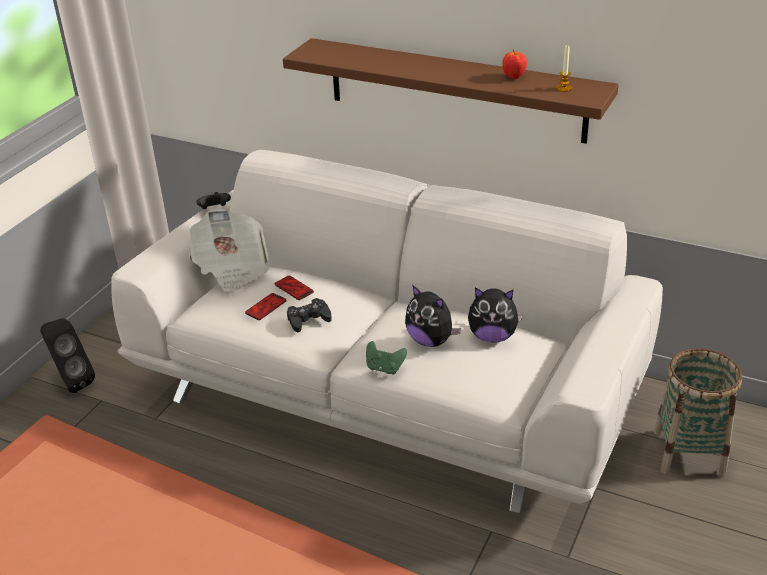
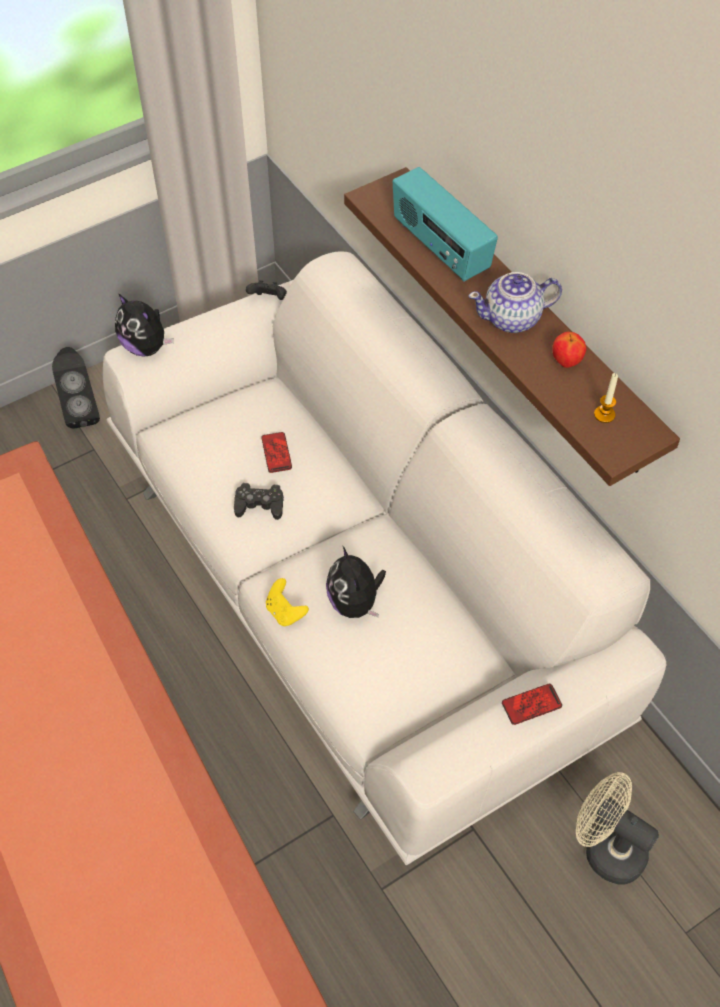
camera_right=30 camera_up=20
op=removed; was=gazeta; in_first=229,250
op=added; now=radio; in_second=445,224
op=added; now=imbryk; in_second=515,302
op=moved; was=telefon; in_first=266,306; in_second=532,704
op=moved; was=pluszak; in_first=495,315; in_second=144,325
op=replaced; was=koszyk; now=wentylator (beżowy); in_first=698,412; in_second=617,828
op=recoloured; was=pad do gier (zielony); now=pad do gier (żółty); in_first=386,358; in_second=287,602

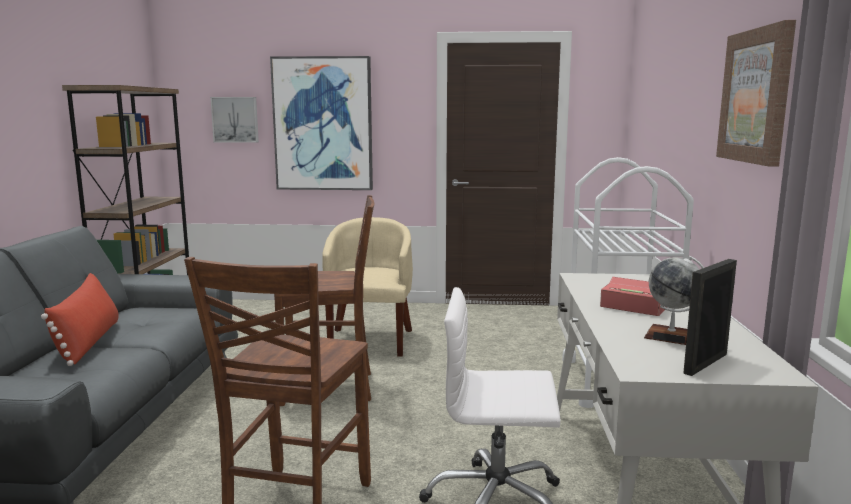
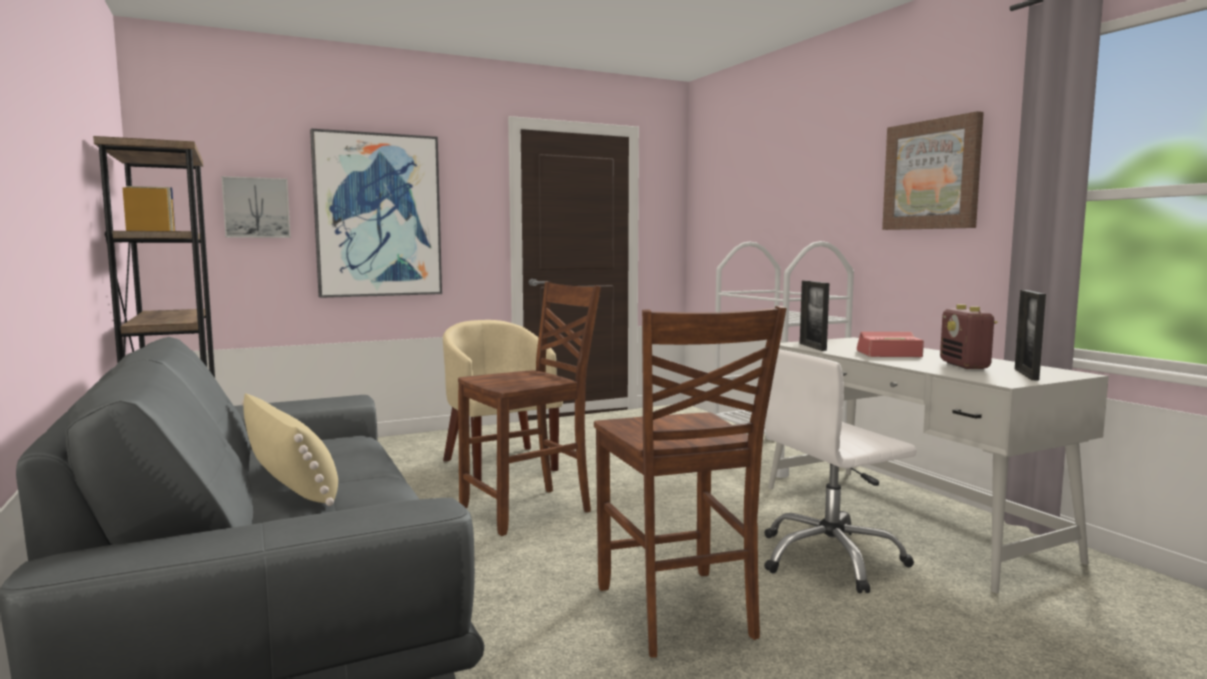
camera_right=-30 camera_up=-5
op=added; now=ramka na zdjęcie; in_second=814,316
op=replaced; was=globus; now=radio; in_first=674,300; in_second=969,336
op=recoloured; was=poduszka (czerwony); now=poduszka (beżowy); in_first=80,319; in_second=289,449

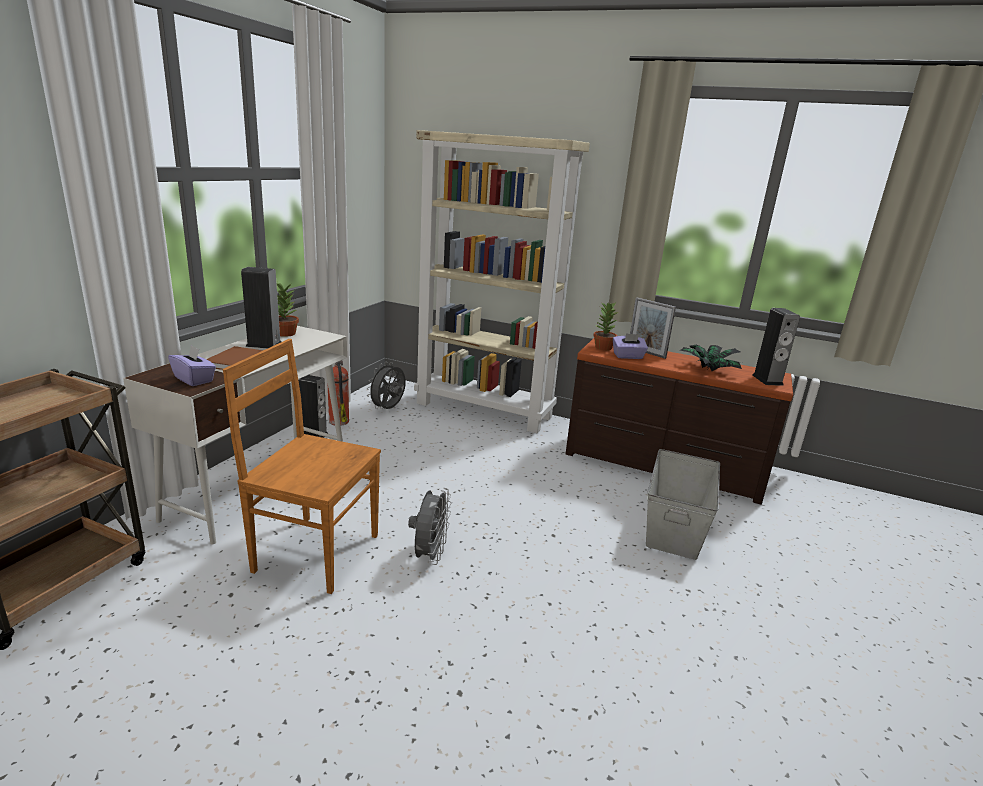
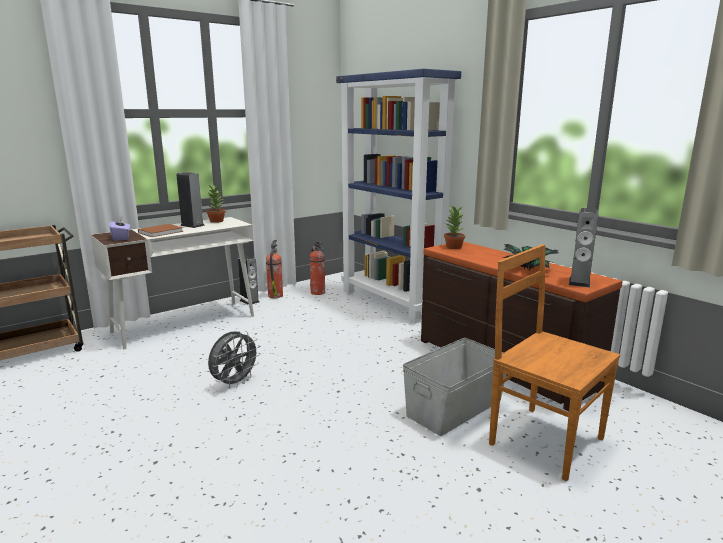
camera_right=30 camera_up=-5
op=removed; was=pudełko chusteczek (fioletowy); in_first=630,346
op=removed; was=ramka na zdjęcie; in_first=653,328
op=moved; was=krzesło (brązowy); in_first=302,466; in_second=554,362
op=replaced; was=wentylator (szary); now=gaśnica; in_first=386,385; in_second=317,268
op=recoloured; was=regał (beżowy); now=regał (niebieski); in_first=502,281; in_second=398,196

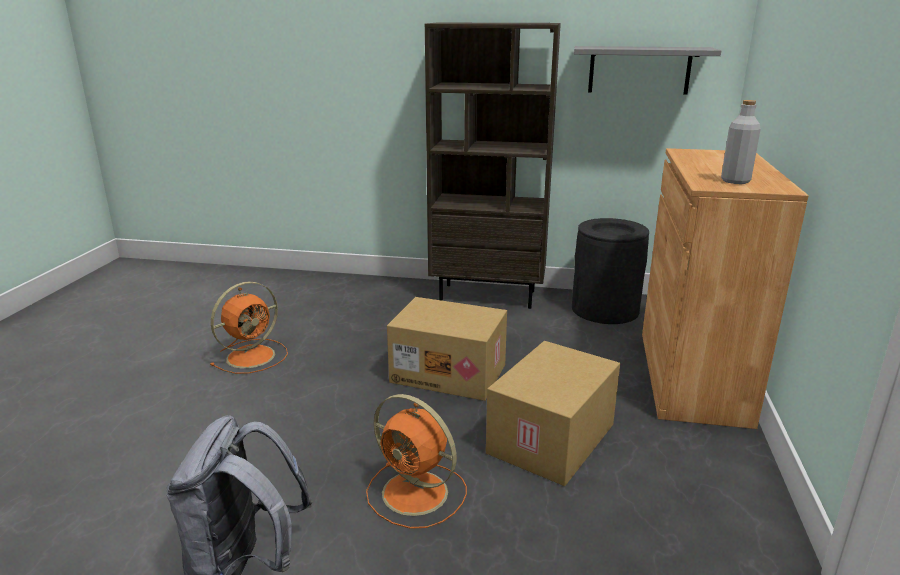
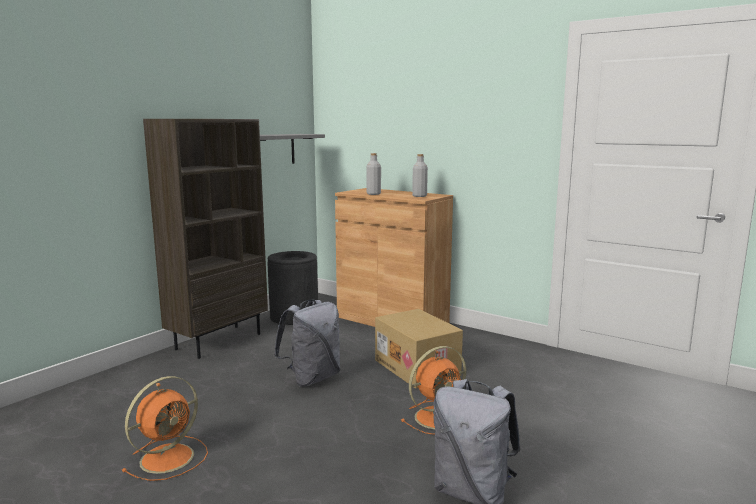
camera_right=-65 camera_up=-10
op=added; now=butelka (szary); in_second=373,174
op=replaced; was=karton; now=plecak (szary); in_first=447,349; in_second=306,343
op=turned; was=wentylator (pomarańczowy); in_first=249,327; in_second=164,428; clockwise=60

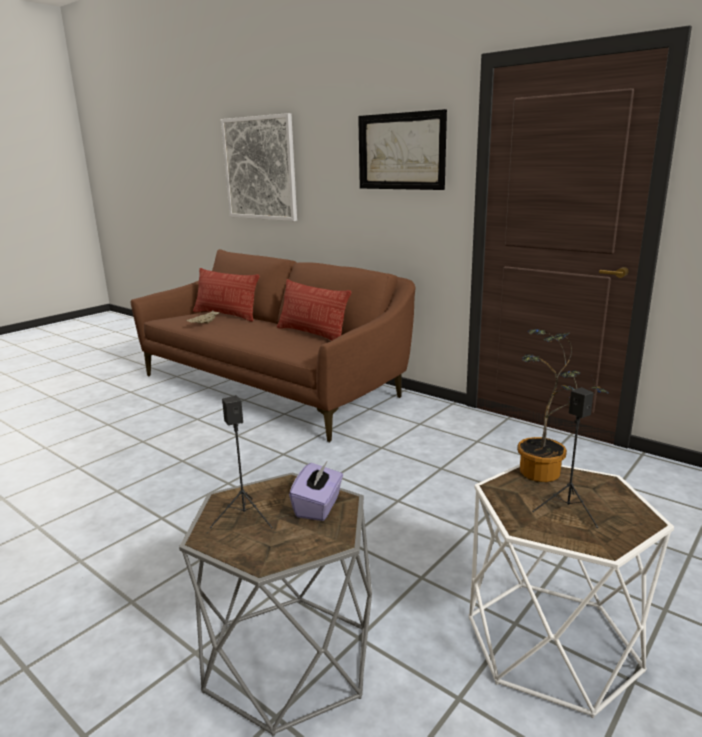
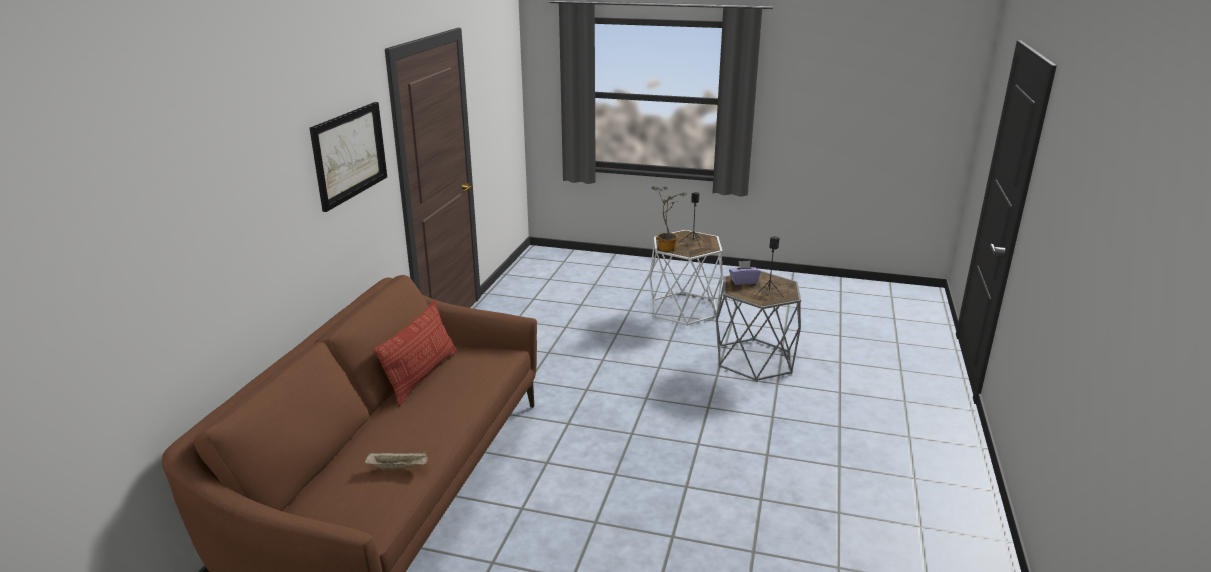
camera_right=-115 camera_up=5
op=removed; was=poduszka; in_first=226,294
op=removed; was=obraz; in_first=259,167

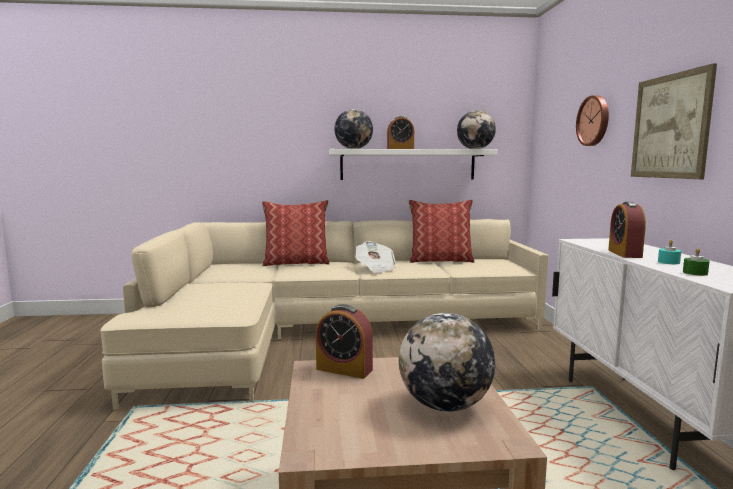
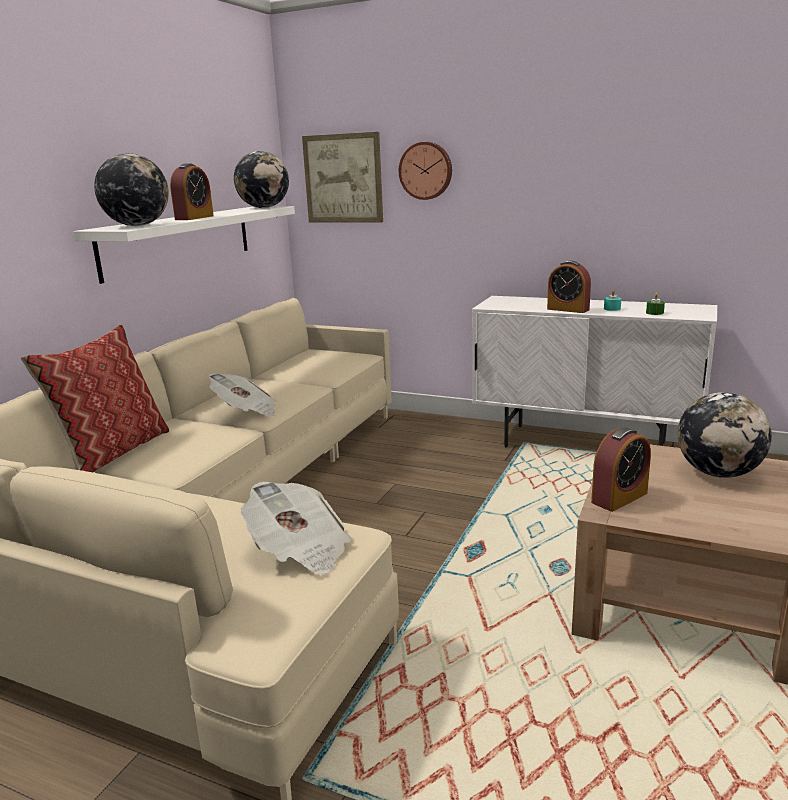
camera_right=-60 camera_up=10
op=removed; was=poduszka; in_first=441,231
op=added; now=gazeta; in_second=296,528
op=moved; was=obraz; in_first=674,121; in_second=342,177

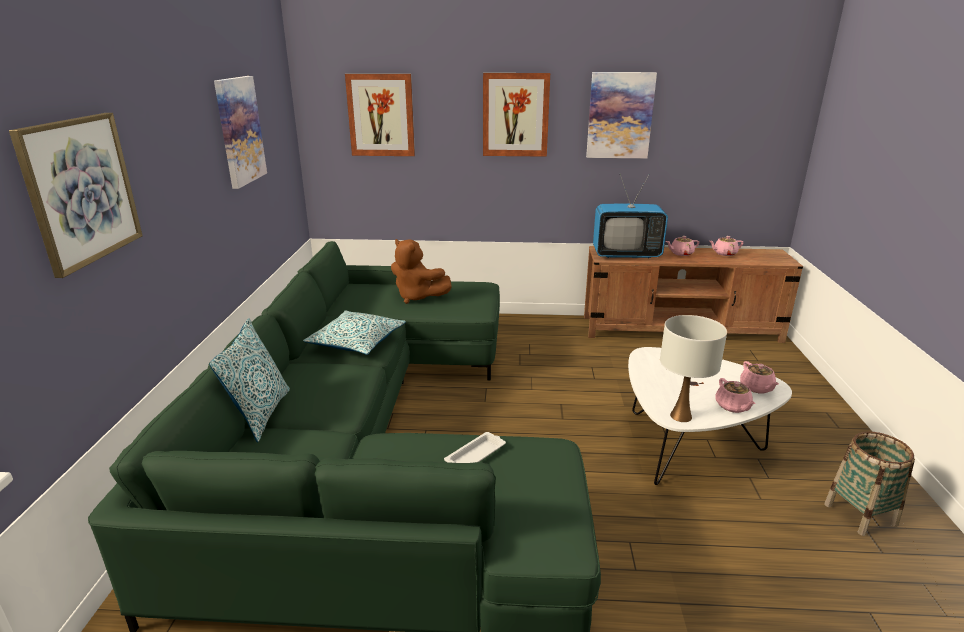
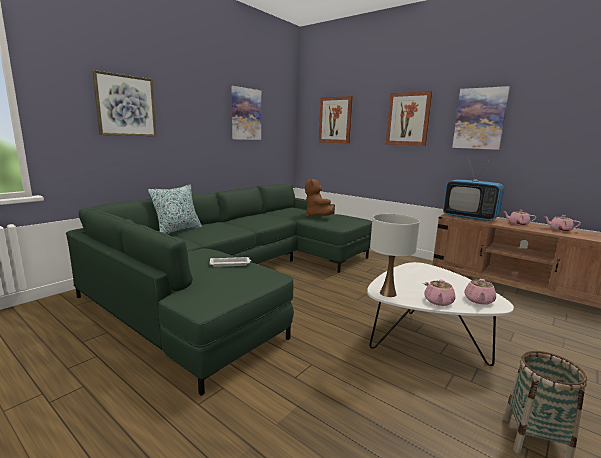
camera_right=35 camera_up=-10
op=removed; was=poduszka; in_first=354,332

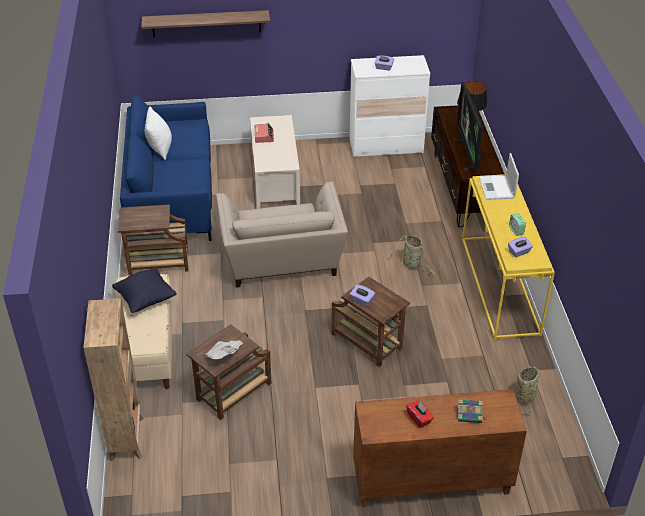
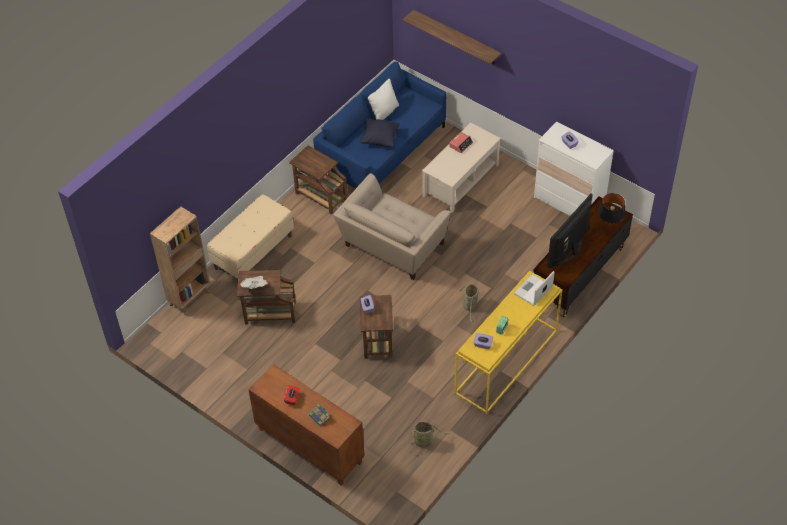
camera_right=45 camera_up=10
op=moved; was=poduszka (czarny); in_first=144,290; in_second=380,133

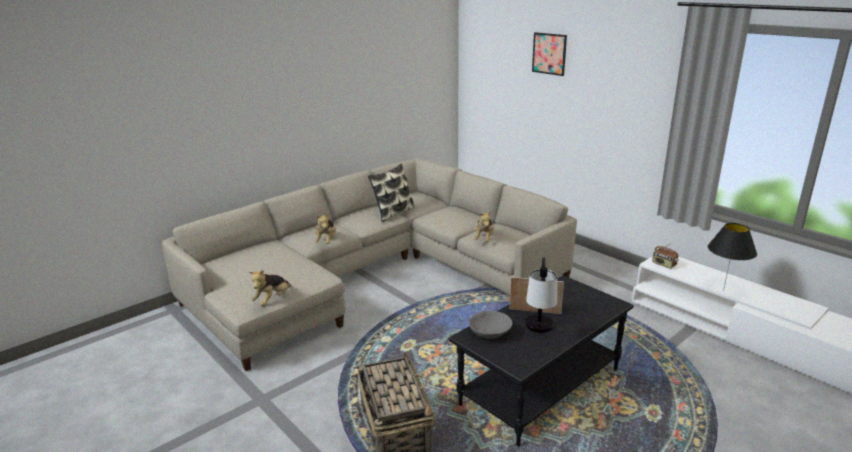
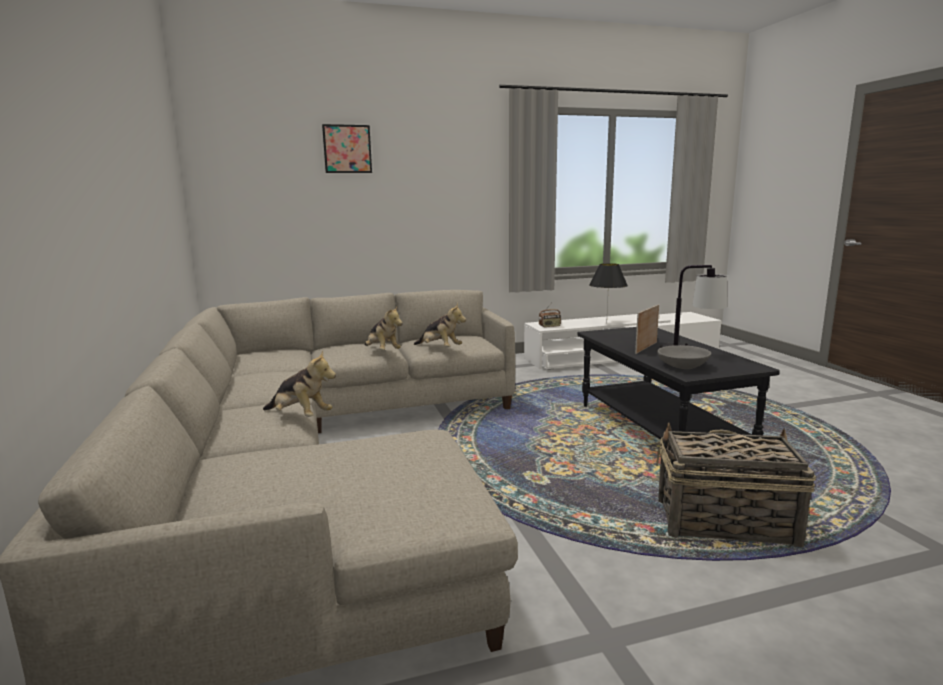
camera_right=-65 camera_up=-10
op=removed; was=poduszka; in_first=391,192
op=moved; was=pluszak; in_first=270,288; in_second=384,328

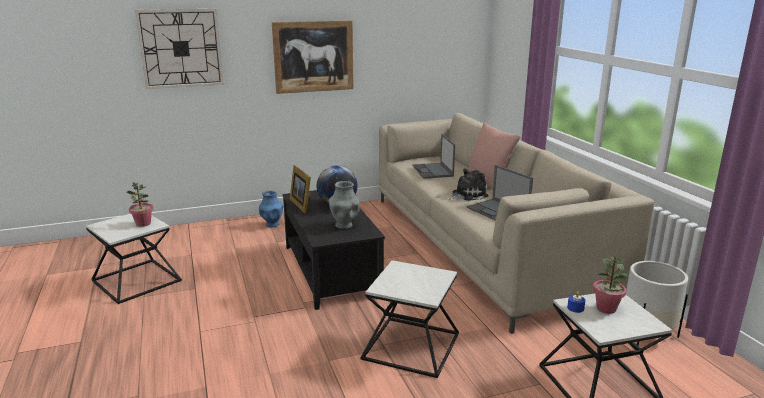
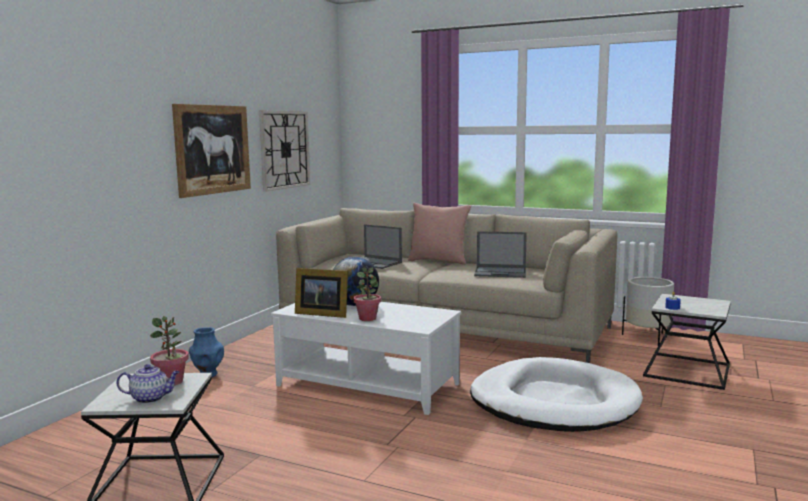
camera_right=-45 camera_up=-10
op=removed; was=wazon (szary); in_first=344,205
op=removed; was=pluszak; in_first=468,184
op=added; now=imbryk; in_second=147,384
op=moved; was=zegar ścienny; in_first=179,49; in_second=284,151
op=moved; was=roślina doniczkowa; in_first=610,284; in_second=367,294
op=replaced; was=stolik; now=legowisko (biały); in_first=410,319; in_second=556,394
op=recoloured; was=ława (czarny); now=ława (biały); in_first=333,250; in_second=366,358

